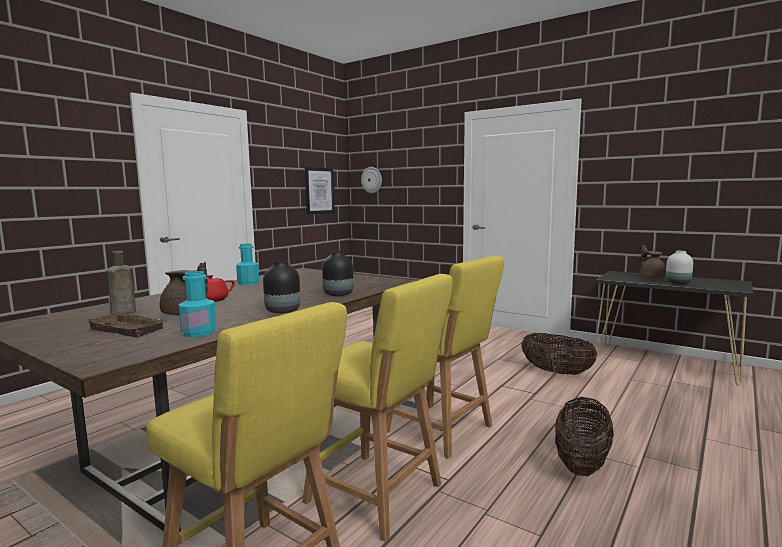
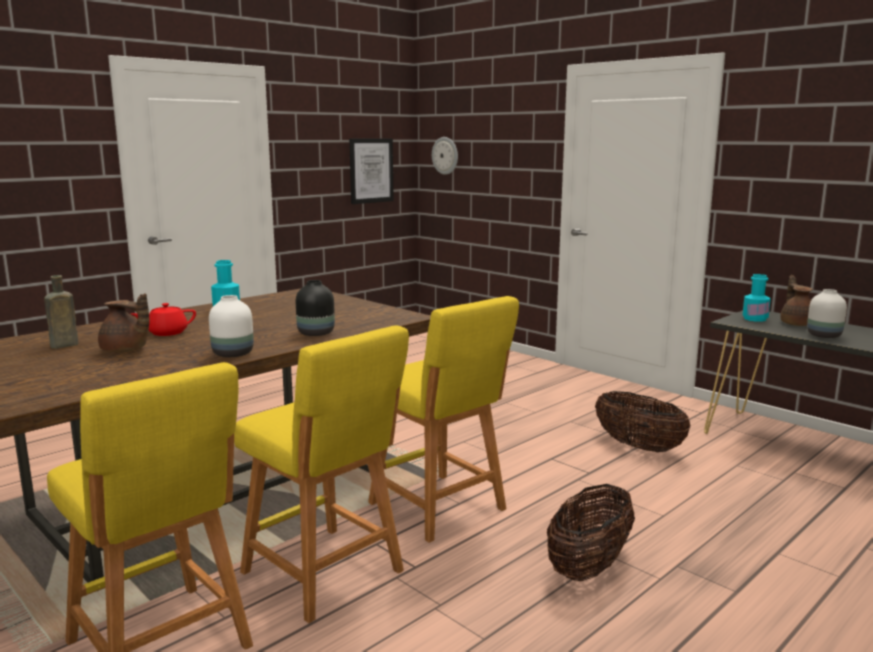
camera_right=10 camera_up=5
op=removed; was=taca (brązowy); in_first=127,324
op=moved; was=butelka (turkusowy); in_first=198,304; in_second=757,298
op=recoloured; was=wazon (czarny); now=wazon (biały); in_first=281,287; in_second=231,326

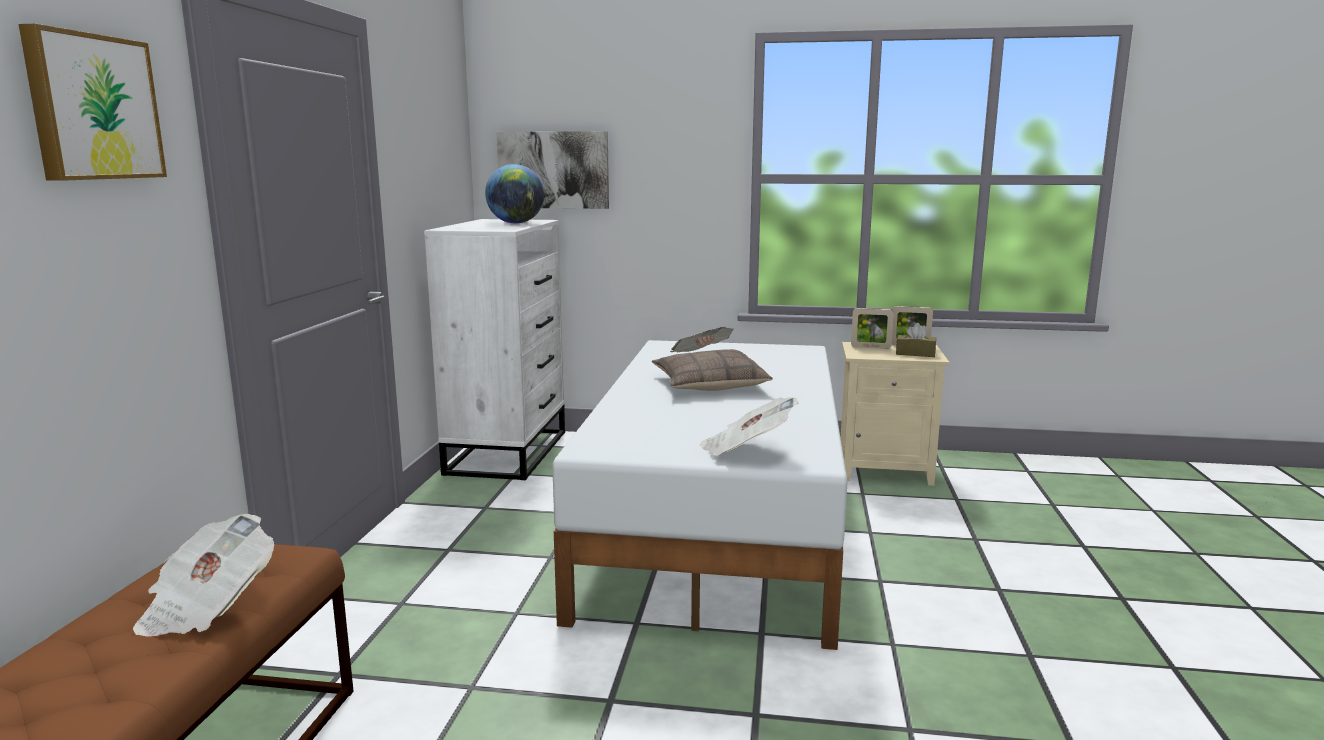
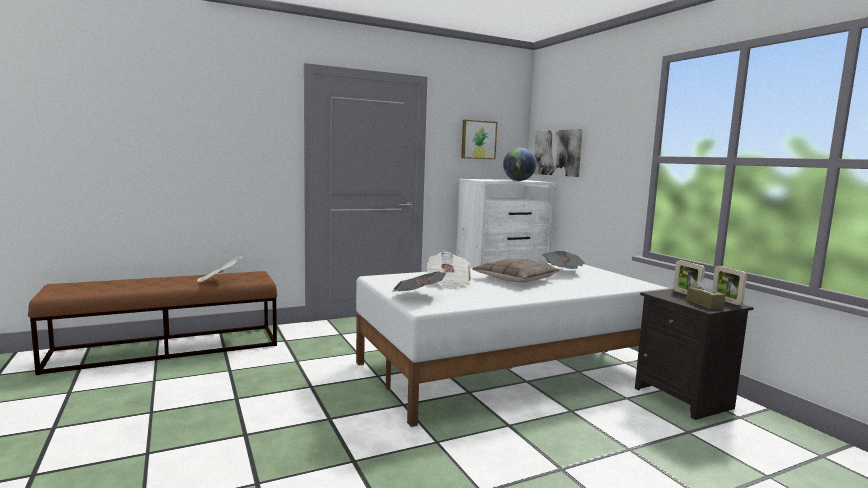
camera_right=55 camera_up=-5
op=added; now=gazeta; in_second=448,271
op=moved; was=obraz; in_first=93,102; in_second=479,139
op=recoloured; was=szafka nocna (beżowy); now=szafka nocna (czarny); in_first=895,414; in_second=694,354

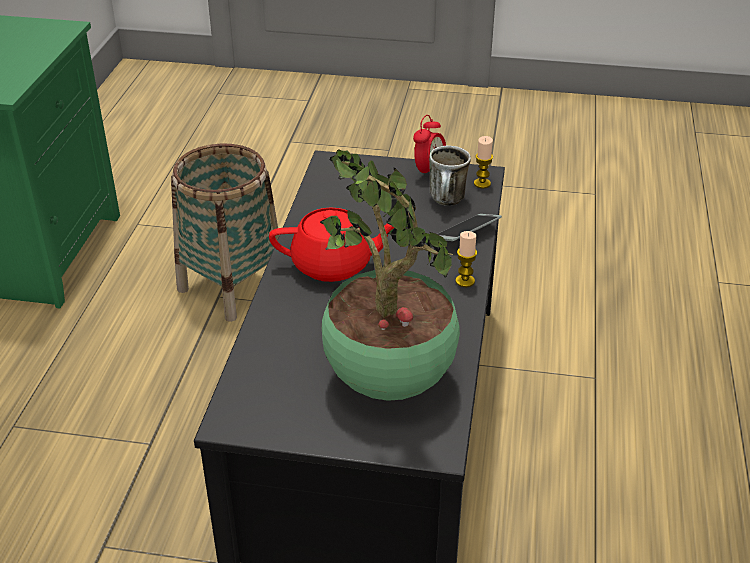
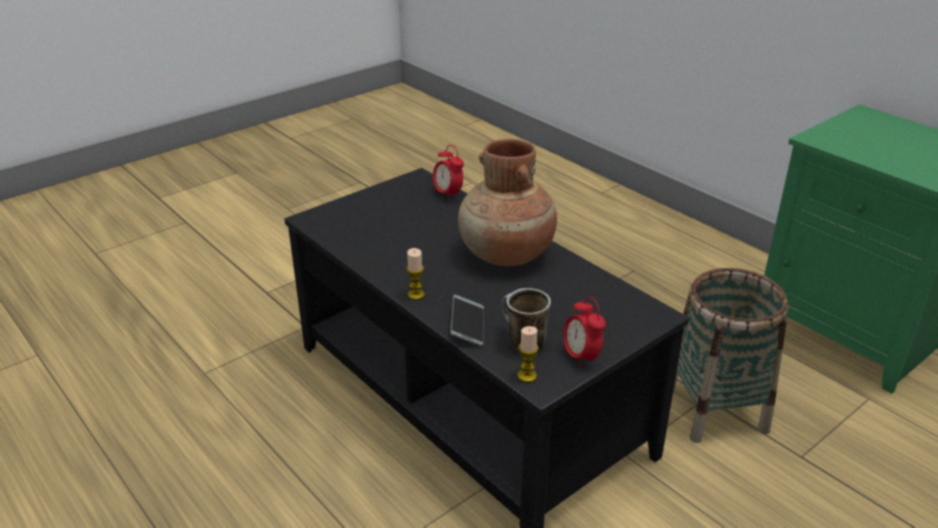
camera_right=130 camera_up=-5
op=removed; was=roślina doniczkowa; in_first=390,275
op=added; now=budzik; in_second=448,173
op=replaced; was=imbryk (czerwony); now=wazon (brązowy); in_first=331,245; in_second=507,202

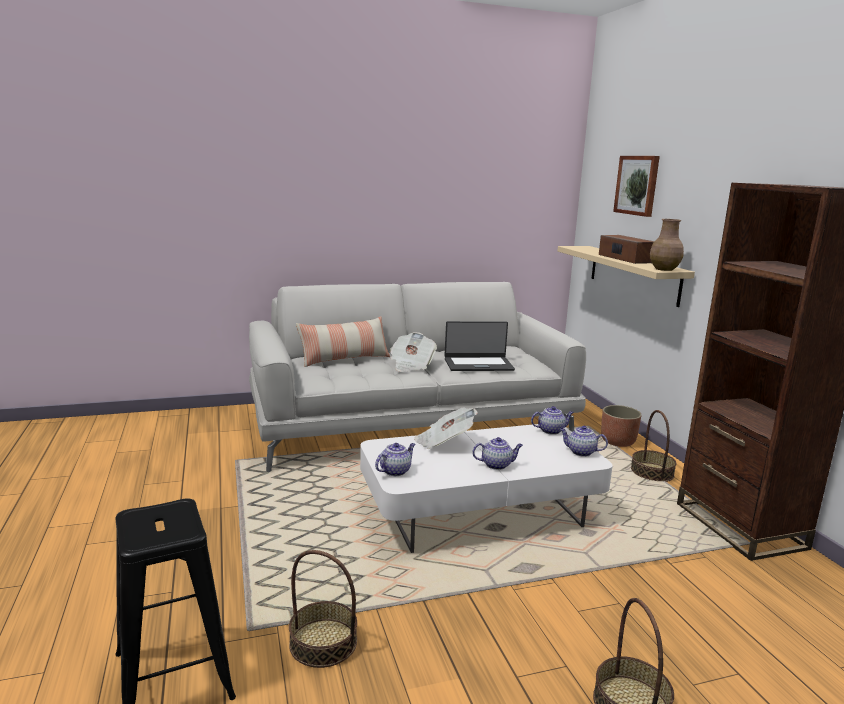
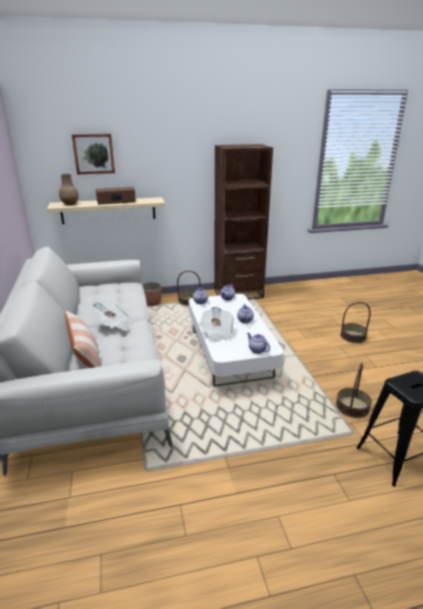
camera_right=-85 camera_up=10
op=removed; was=laptop; in_first=479,346
op=moved; was=wazon (brązowy); in_first=667,245; in_second=69,189

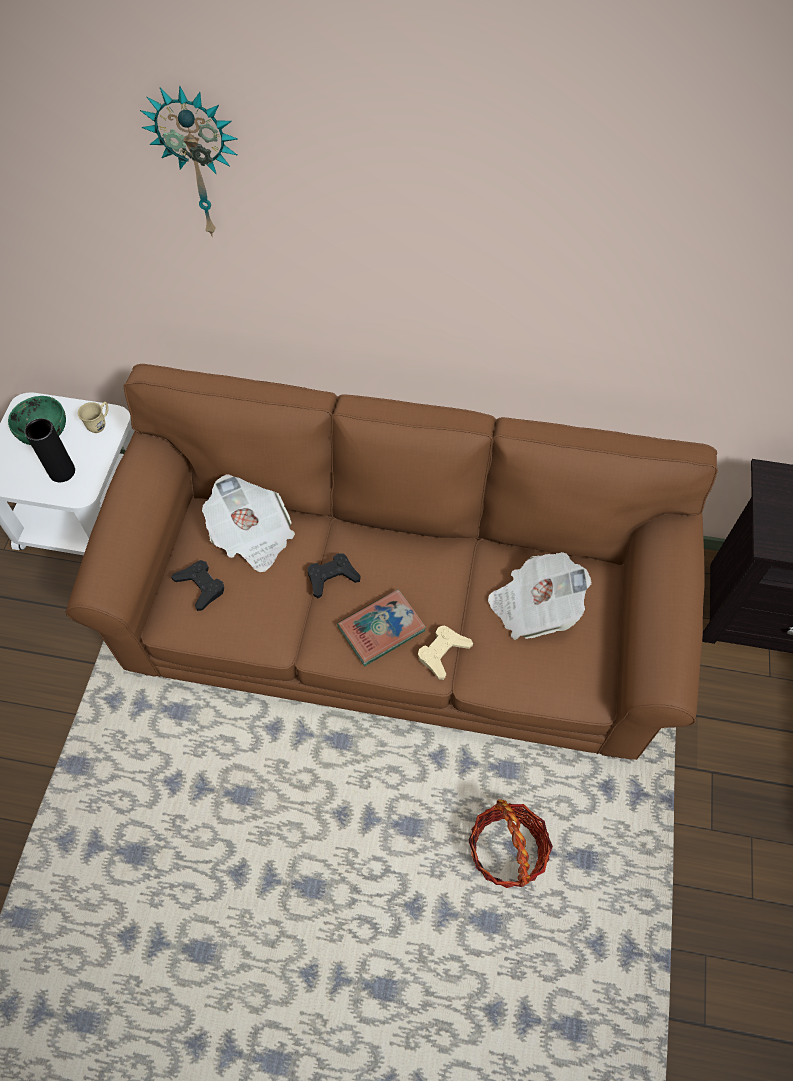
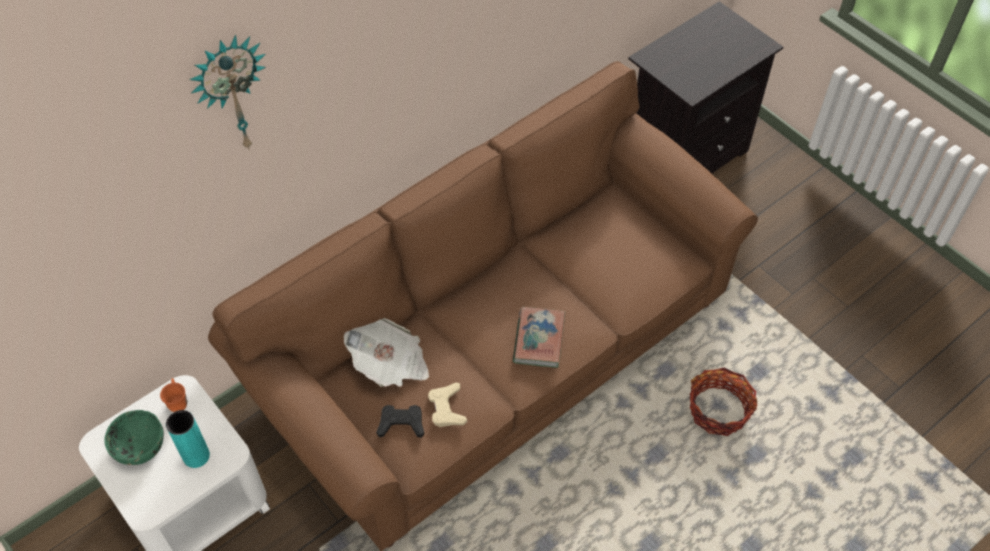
camera_right=-50 camera_up=-5
op=removed; was=pad do gier (czarny); in_first=334,575
op=removed; was=gazeta; in_first=540,596
op=moved; was=pad do gier (beżowy); in_first=445,653; in_second=447,405
op=recoloured; was=wazon (czarny); now=wazon (turkusowy); in_first=50,450; in_second=188,439
op=recoloured; was=kubek (beżowy); now=kubek (pomarańczowy); in_first=93,417; in_second=173,395

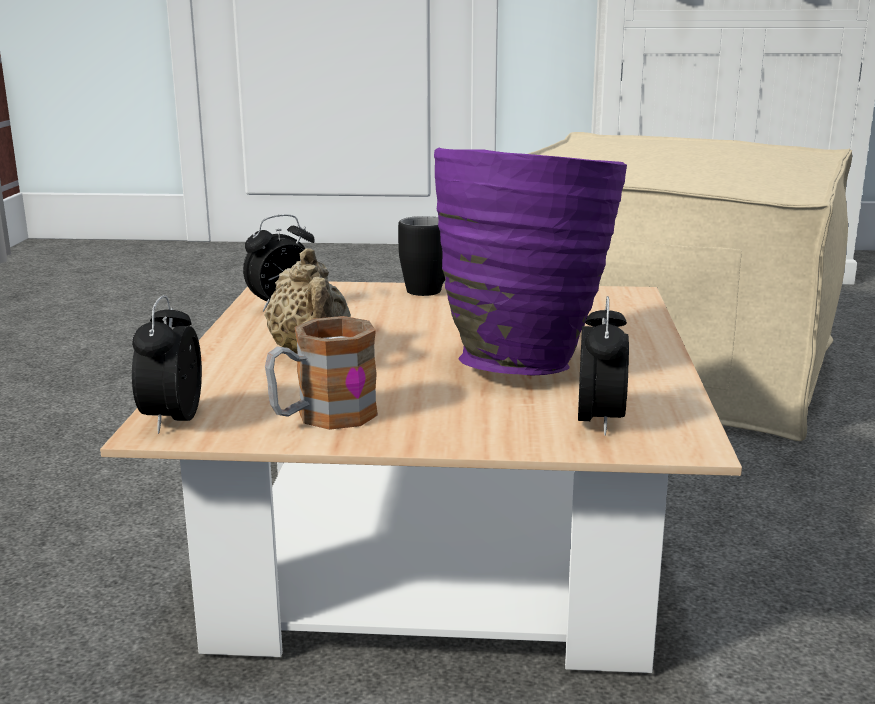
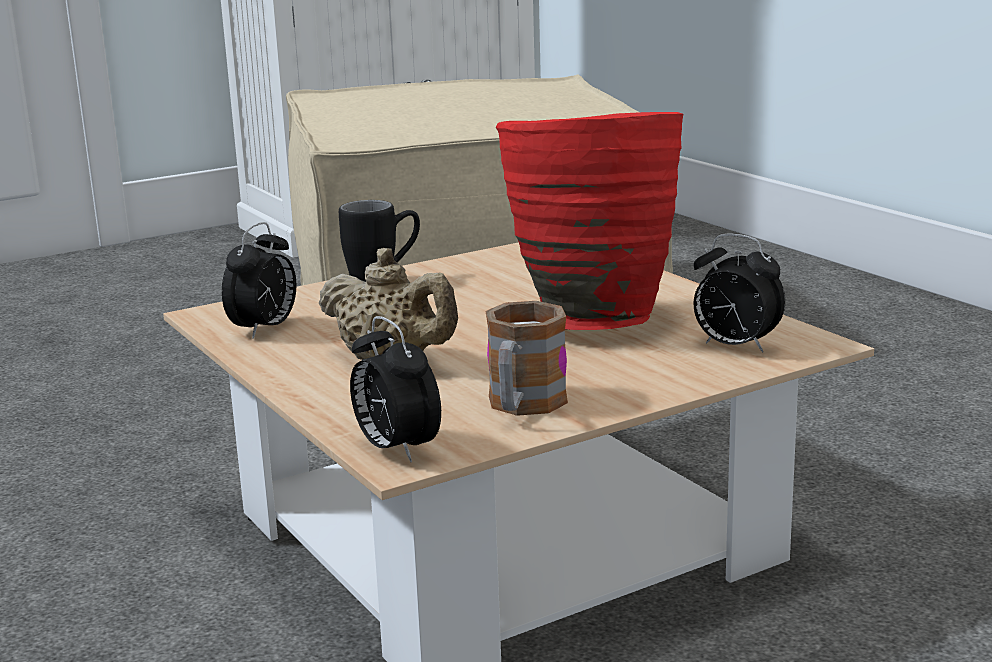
camera_right=-35 camera_up=0
op=recoloured; was=wazon (fioletowy); now=wazon (czerwony); in_first=530,262; in_second=589,221
op=turned; was=budzik; in_first=603,366; in_second=739,292; clockwise=150

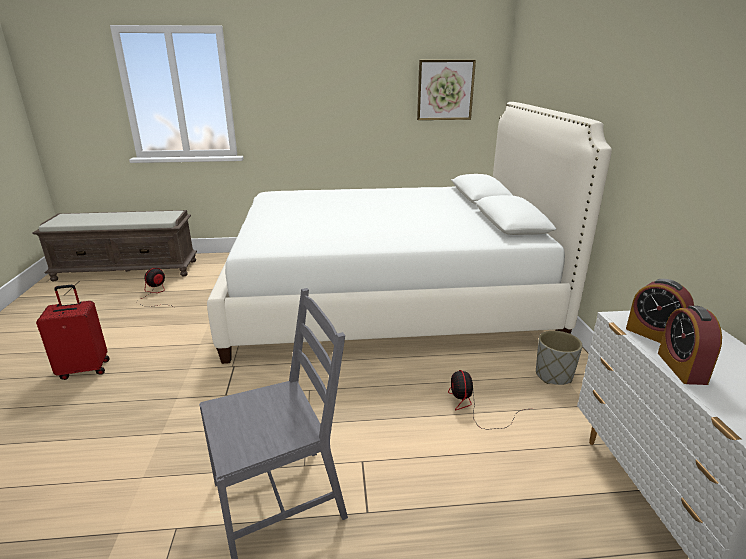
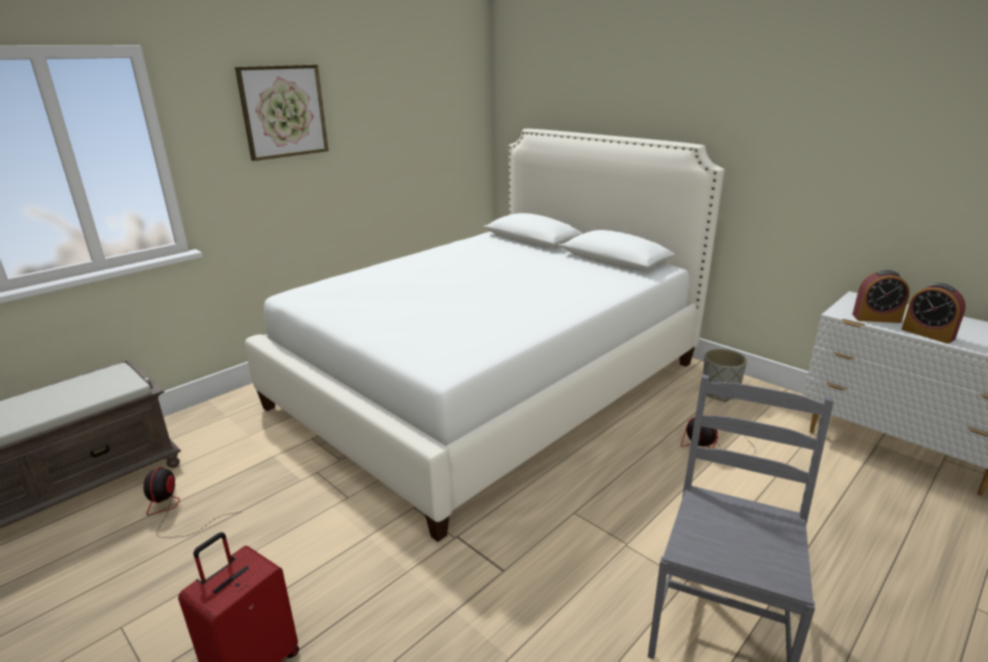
camera_right=-40 camera_up=0
op=moved; was=obraz; in_first=446,90; in_second=282,113

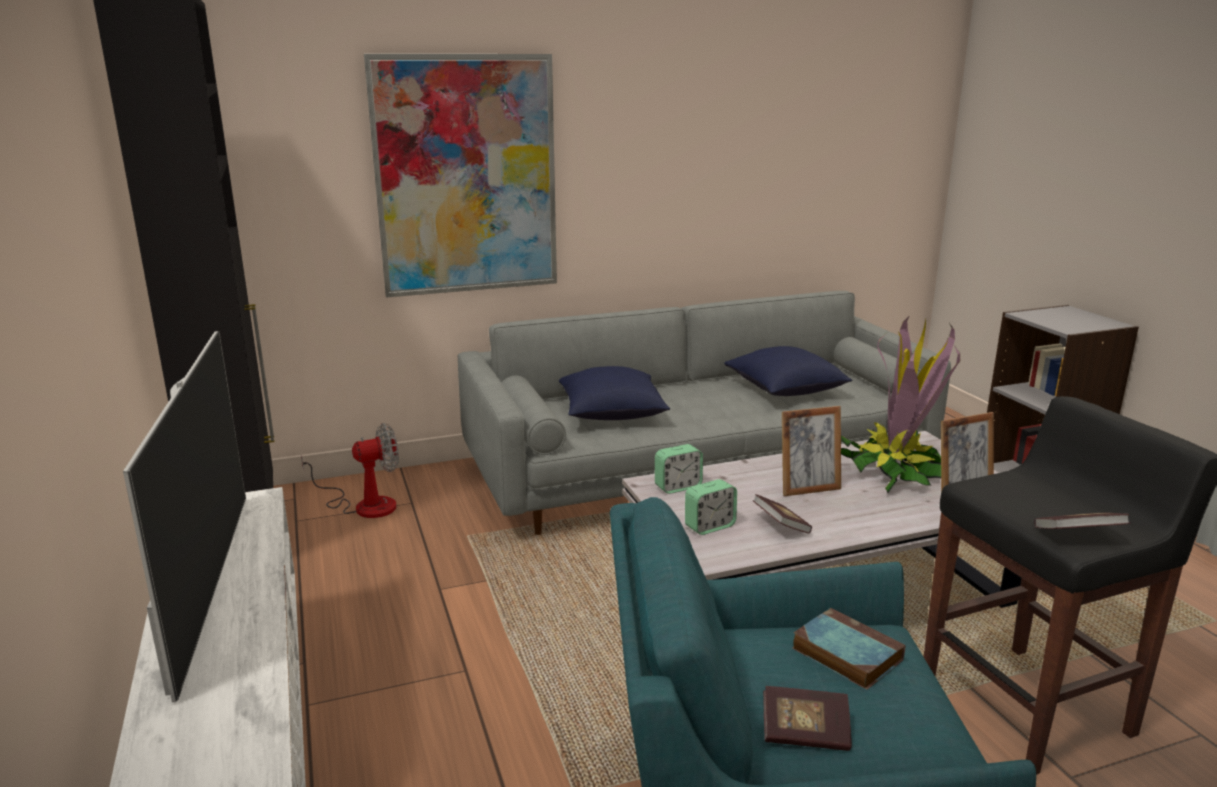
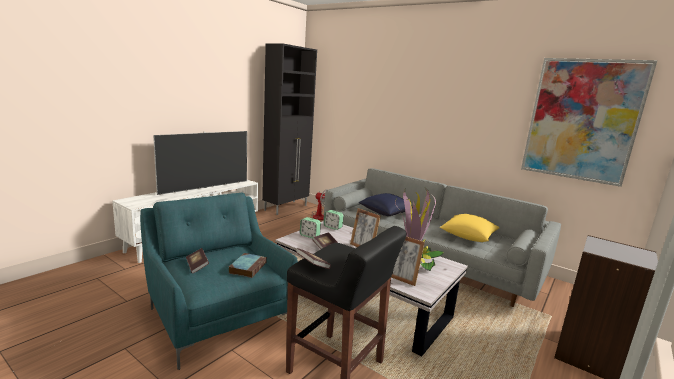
camera_right=55 camera_up=-5
op=moved; was=obraz; in_first=460,175; in_second=589,122
op=recoloured; was=poduszka (niebieski); now=poduszka (żółty); in_first=788,371; in_second=469,228

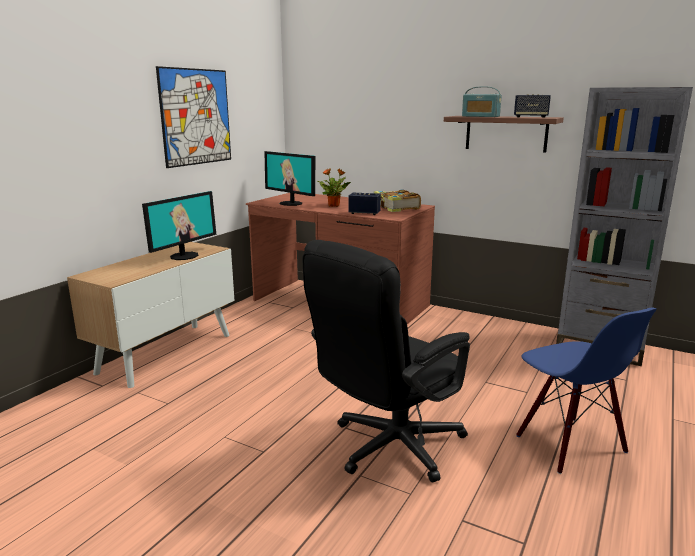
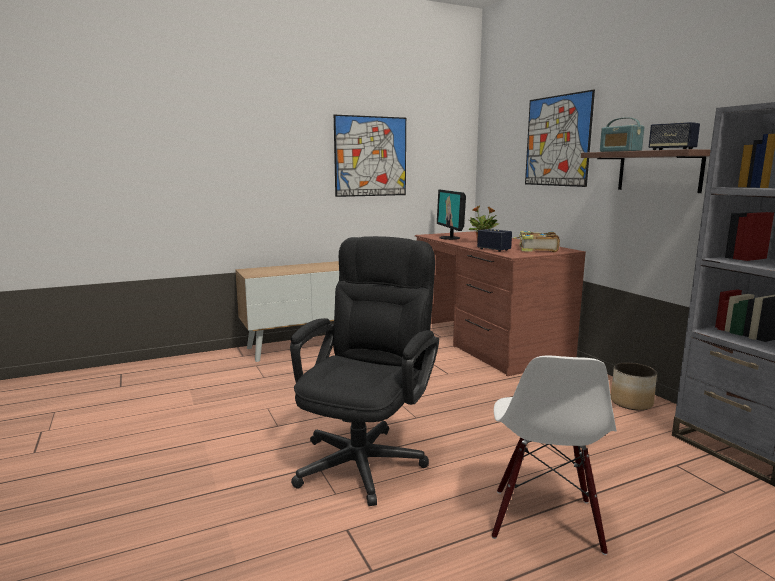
camera_right=35 camera_up=-5
op=removed; was=monitor; in_first=179,225
op=added; now=obraz; in_second=560,138
op=added; now=donica; in_second=634,386
op=recoloured; was=krzesło (niebieski); now=krzesło (biały); in_first=586,391; in_second=554,455
op=turned; was=krzesło biurowe (czarny); in_first=386,361; in_second=364,371; clockwise=120

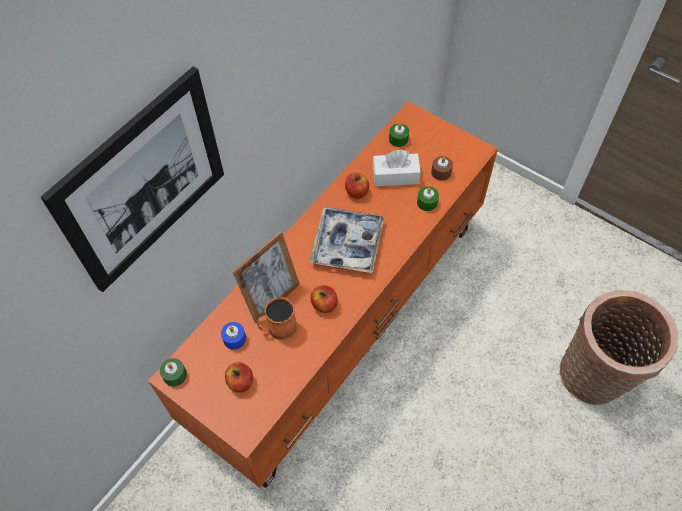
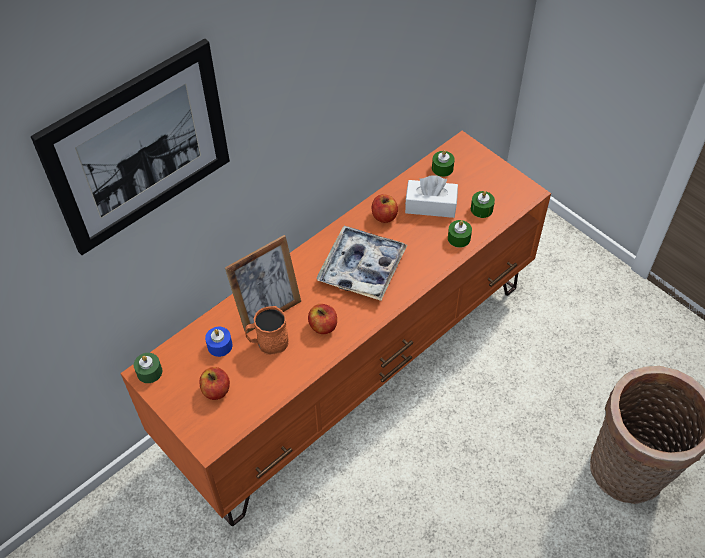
camera_right=10 camera_up=-5
op=recoloured; was=świeca (brązowy); now=świeca (zielony); in_first=442,168; in_second=483,204

